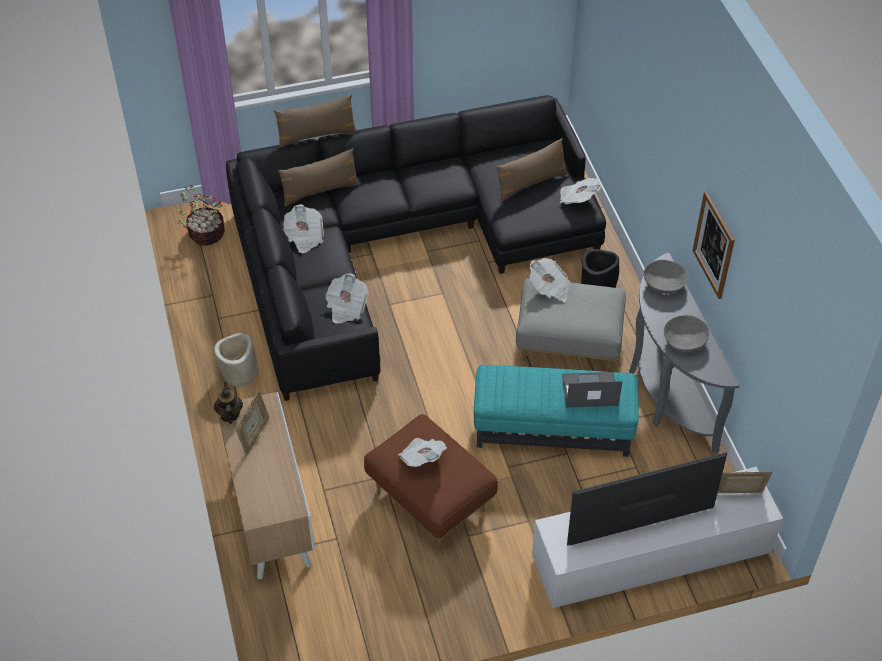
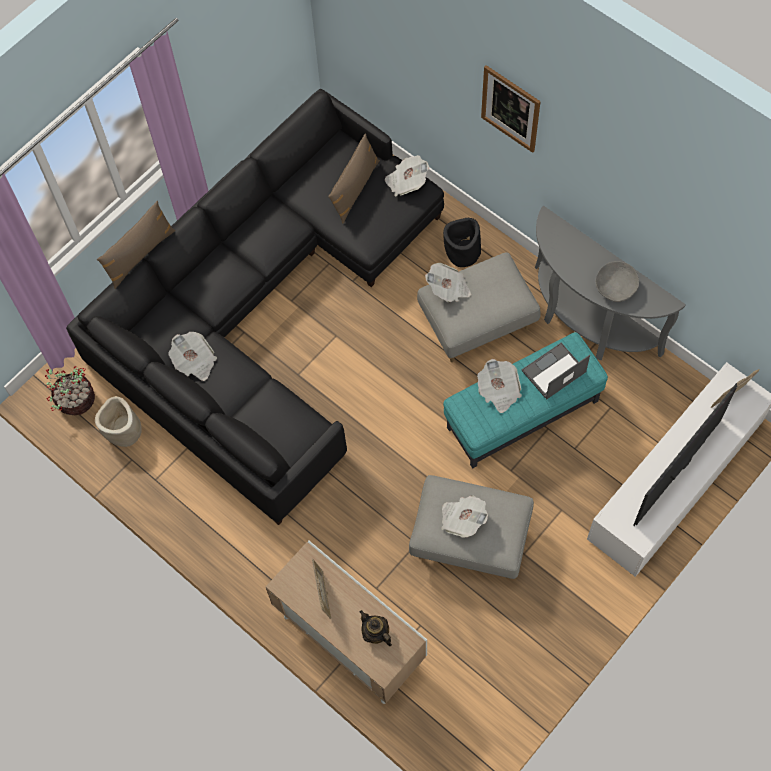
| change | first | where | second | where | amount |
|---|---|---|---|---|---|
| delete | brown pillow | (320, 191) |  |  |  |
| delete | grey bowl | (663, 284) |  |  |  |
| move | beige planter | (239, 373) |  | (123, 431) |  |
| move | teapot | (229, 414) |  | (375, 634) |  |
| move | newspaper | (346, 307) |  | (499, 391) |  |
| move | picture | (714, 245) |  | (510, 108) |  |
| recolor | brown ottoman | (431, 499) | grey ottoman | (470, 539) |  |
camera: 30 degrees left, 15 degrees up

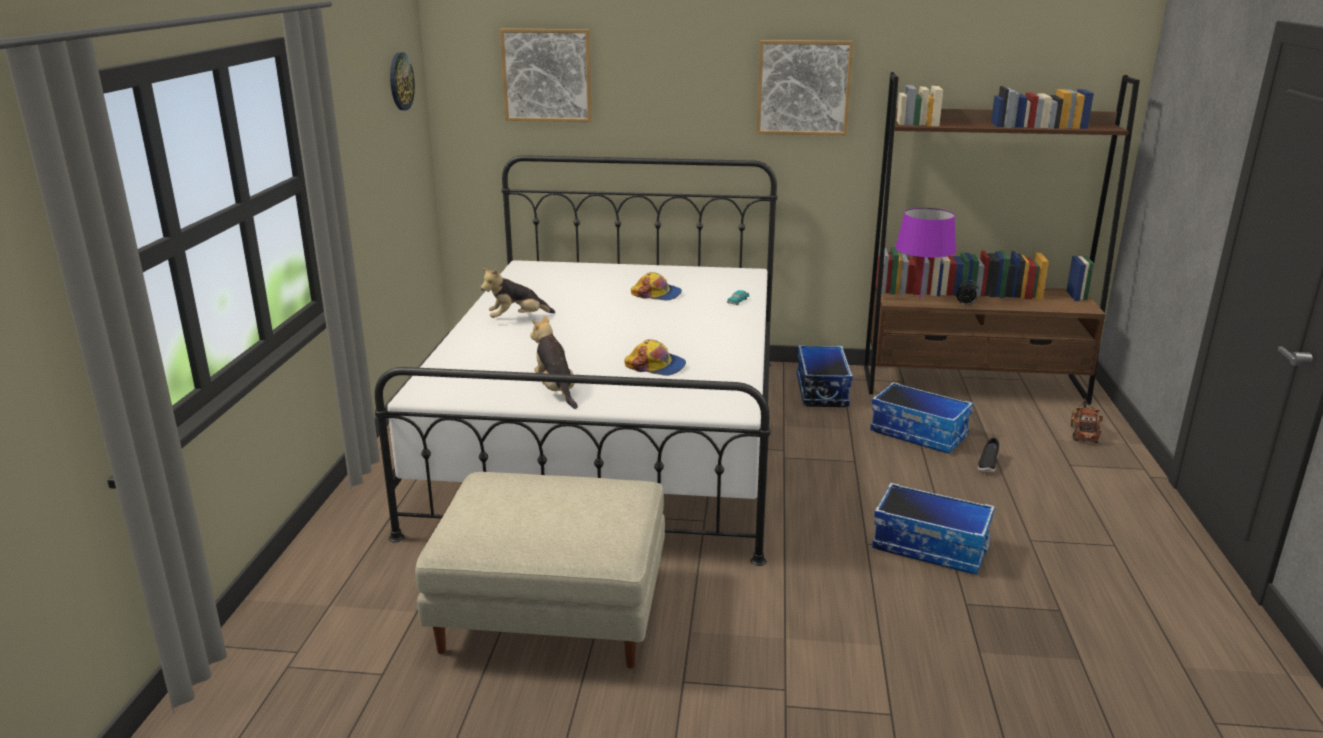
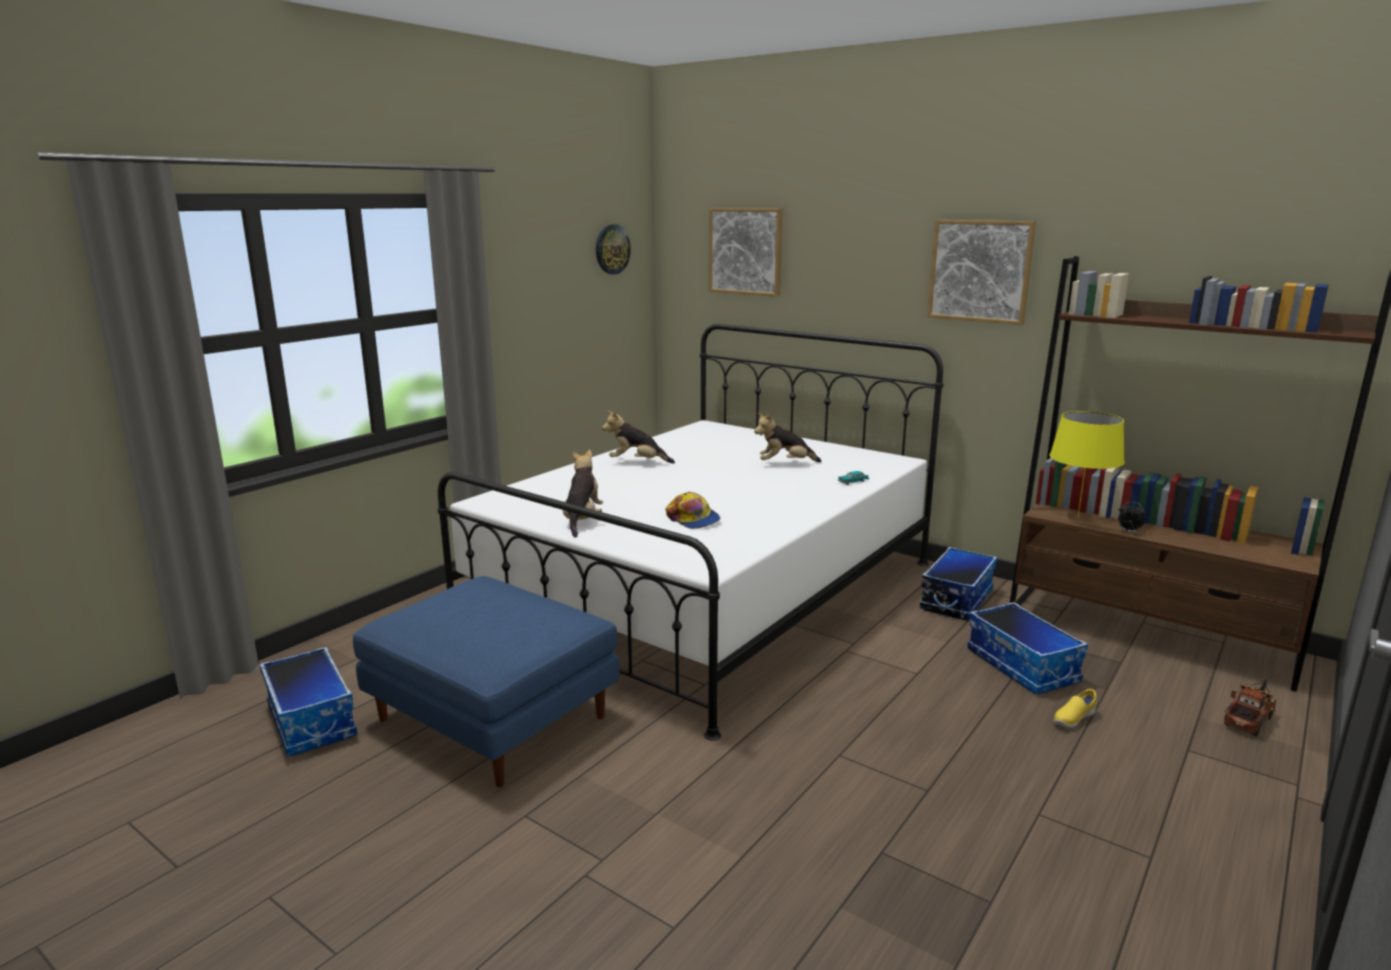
| change | first | where | second | where | amount |
|---|---|---|---|---|---|
| move | storage box | (931, 547) |  | (313, 720) |  |
| replace | cap | (657, 294) | plush toy | (785, 464) |  |
| recolor | beige ottoman | (554, 612) | blue ottoman | (495, 719) |  |
| recolor | purple table lamp | (919, 299) | yellow table lamp | (1077, 517) |  |
| recolor | black shoe | (987, 465) | yellow shoe | (1073, 719) |  |
camera: 30 degrees right, 5 degrees down

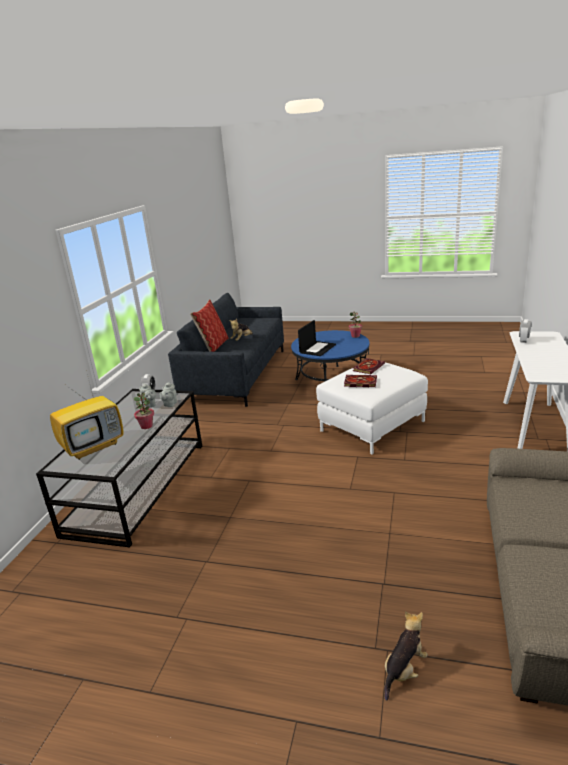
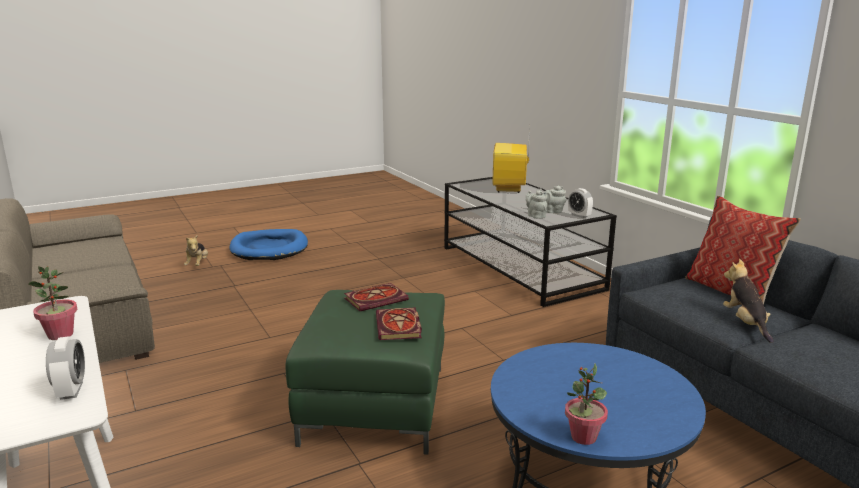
| change | first | where | second | where | amount |
|---|---|---|---|---|---|
| delete | laptop | (317, 348) |  |  |  |
| insert |  |  | blue dog bed | (269, 248) |  |
| move | potted plant | (146, 426) |  | (60, 335) |  |
| recolor | white ottoman | (372, 426) | green ottoman | (374, 404) |  |
camera: 135 degrees right, 5 degrees down

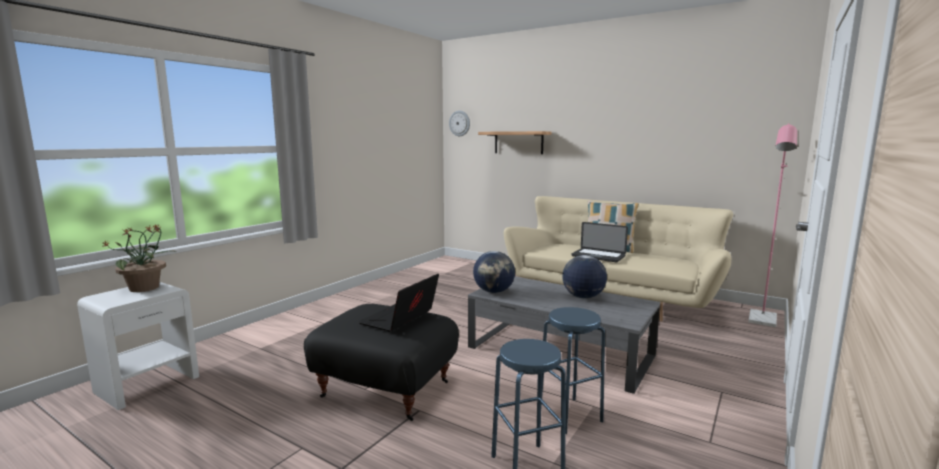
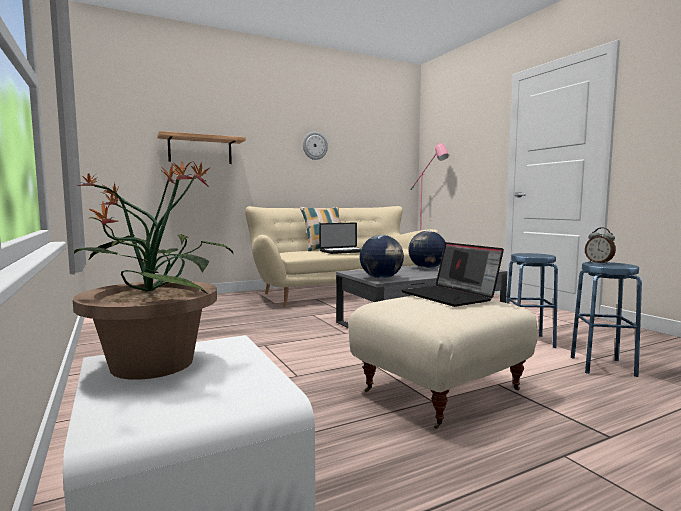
| change | first | where | second | where | amount |
|---|---|---|---|---|---|
| insert |  |  | alarm clock | (599, 262) |  |
| move | wall clock | (459, 123) |  | (315, 145) |  |
| recolor | black ottoman | (387, 388) | beige ottoman | (440, 390) |  |
camera: 60 degrees left, 5 degrees down

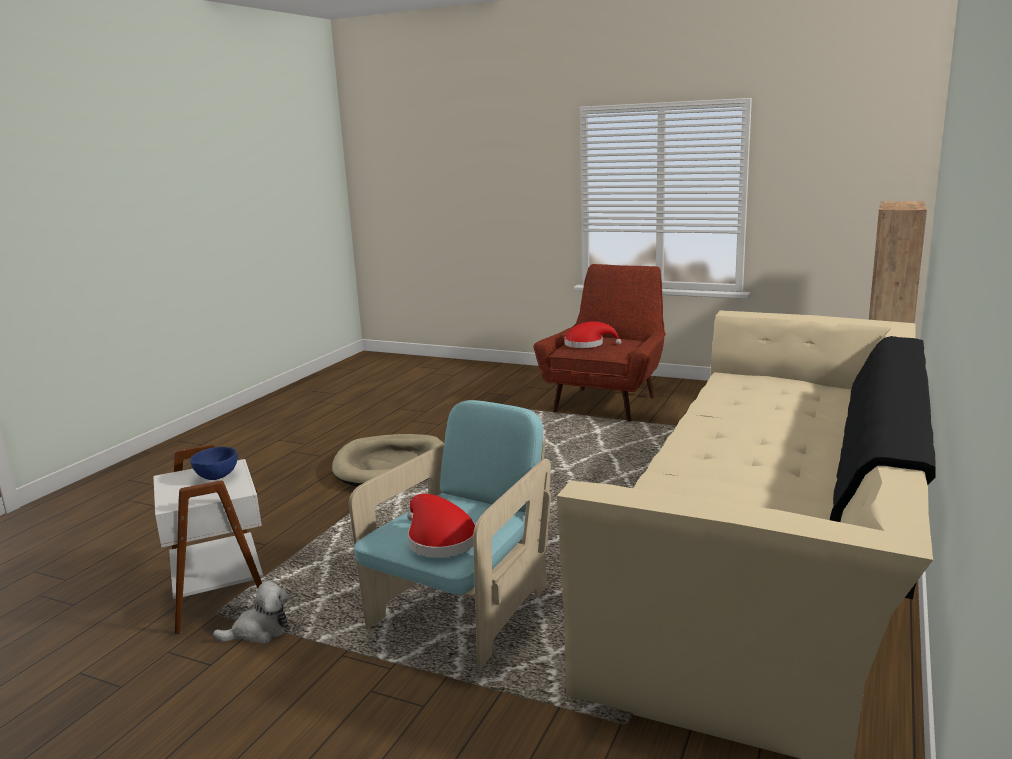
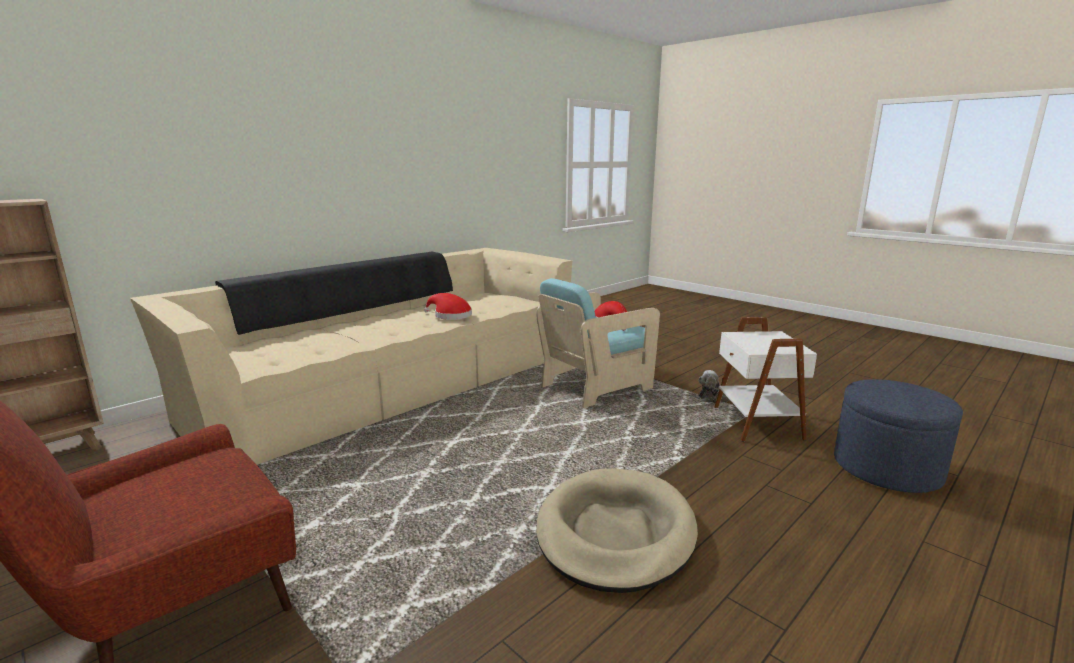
| change | first | where | second | where | amount |
|---|---|---|---|---|---|
| delete | blue bowl | (216, 476) |  |  |  |
| insert |  |  | blue ottoman | (886, 468) |  |
| move | red hat | (587, 344) |  | (450, 315) |  |
camera: 160 degrees left, 0 degrees up

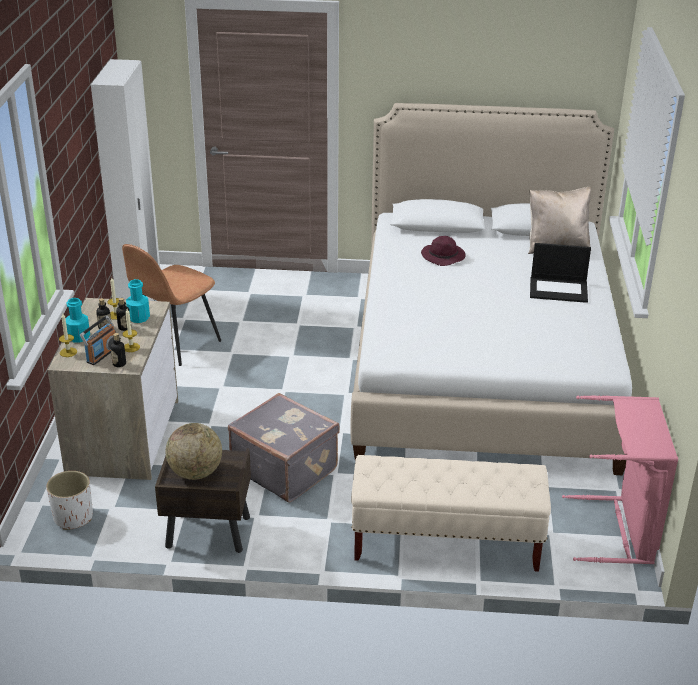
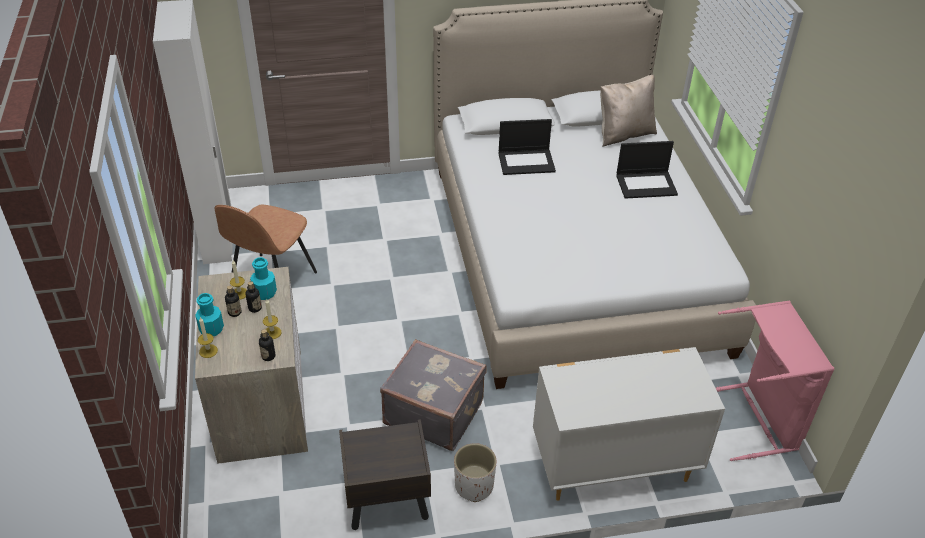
| change | first | where | second | where | amount |
|---|---|---|---|---|---|
| delete | radio | (101, 354) |  |  |  |
| delete | globe | (195, 473) |  |  |  |
| move | white planter | (73, 517) |  | (474, 486) |  |
| replace | beige bench | (445, 543) | white dresser | (612, 466) |  |
| replace | purple hat | (444, 256) | laptop | (527, 161) |  |
camera: 15 degrees left, 10 degrees up

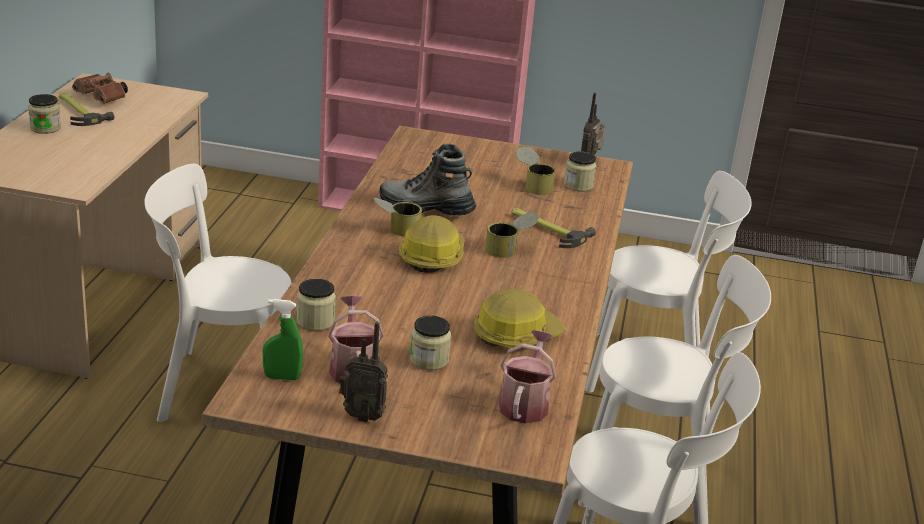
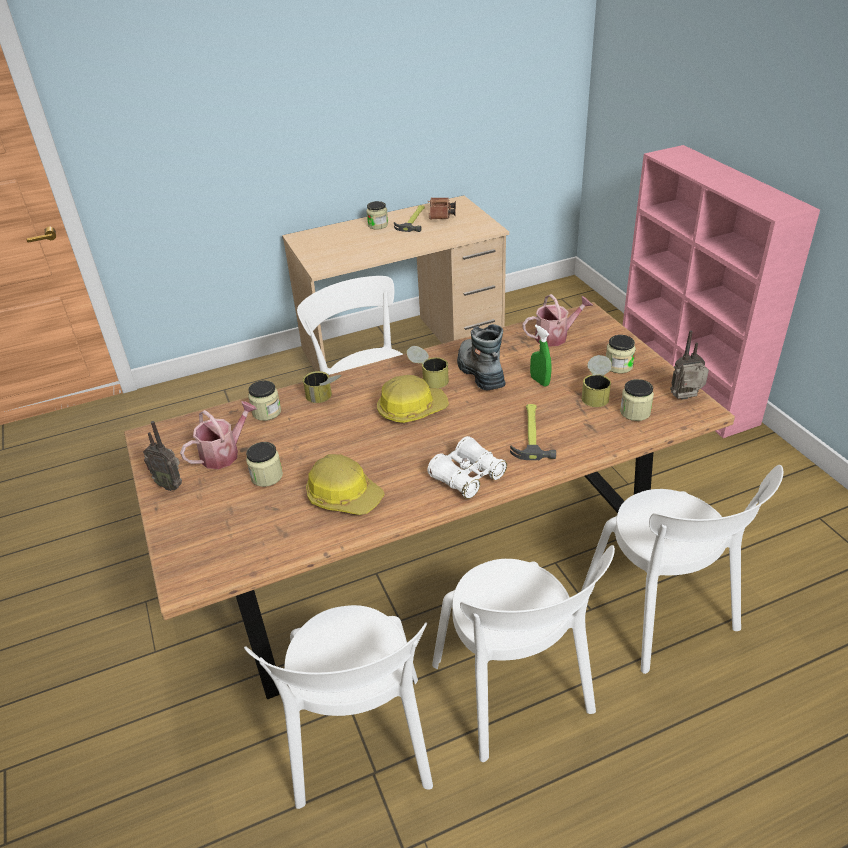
| change | first | where | second | where | amount |
|---|---|---|---|---|---|
| insert |  |  | white binoculars | (467, 476) |  |
| insert |  |  | jar | (618, 366) |  |
| move | green spray bottle | (282, 377) |  | (539, 381) |  |
| move | can | (509, 250) |  | (324, 398) |  |
| move | watering can | (525, 403) |  | (555, 336) |  |
| rotate | radio | (362, 415) |  | (170, 485) | 45 degrees counterclockwise |
camera: 60 degrees right, 10 degrees up

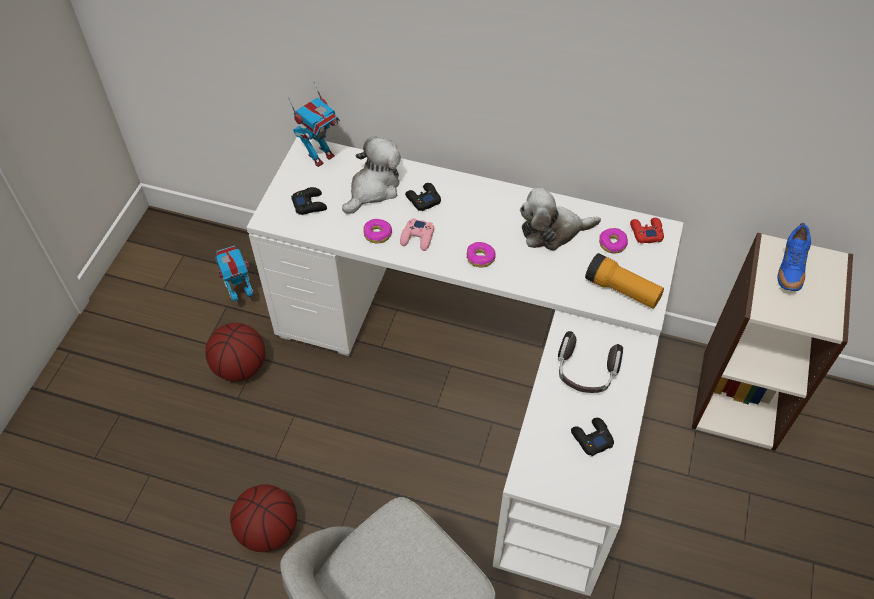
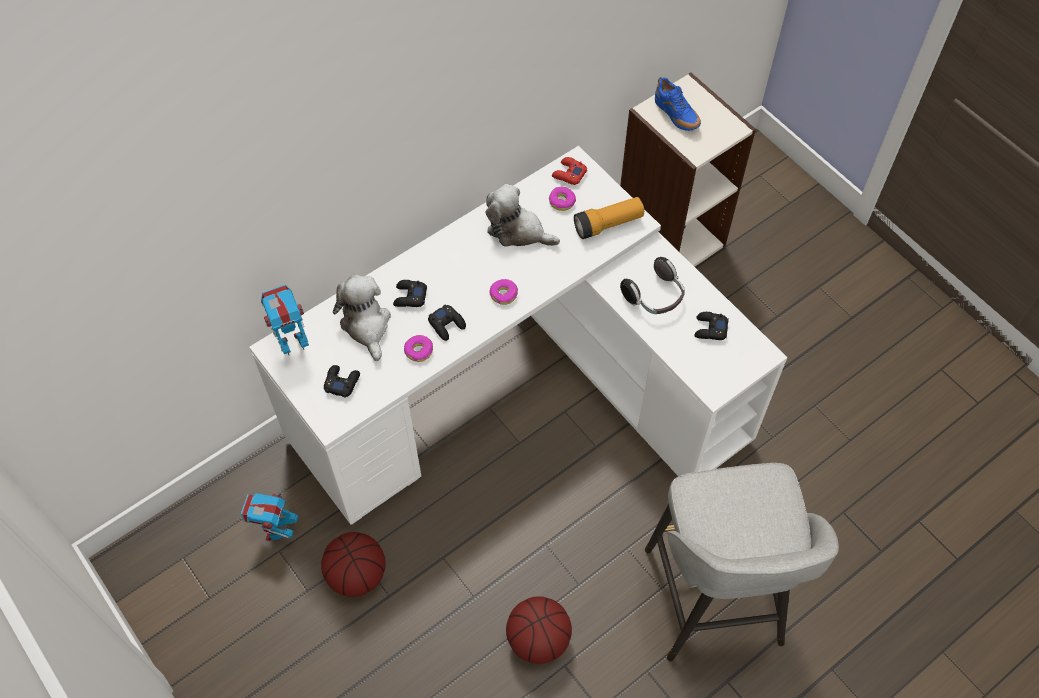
| change | first | where | second | where | amount |
|---|---|---|---|---|---|
| recolor | pink game controller | (418, 237) | black game controller | (447, 324) |  |
| rotate | toy robot | (320, 156) |  | (293, 343) | 105 degrees counterclockwise |
| rotate | plush toy | (552, 231) |  | (518, 230) | 90 degrees clockwise |
camera: 55 degrees left, 5 degrees up

